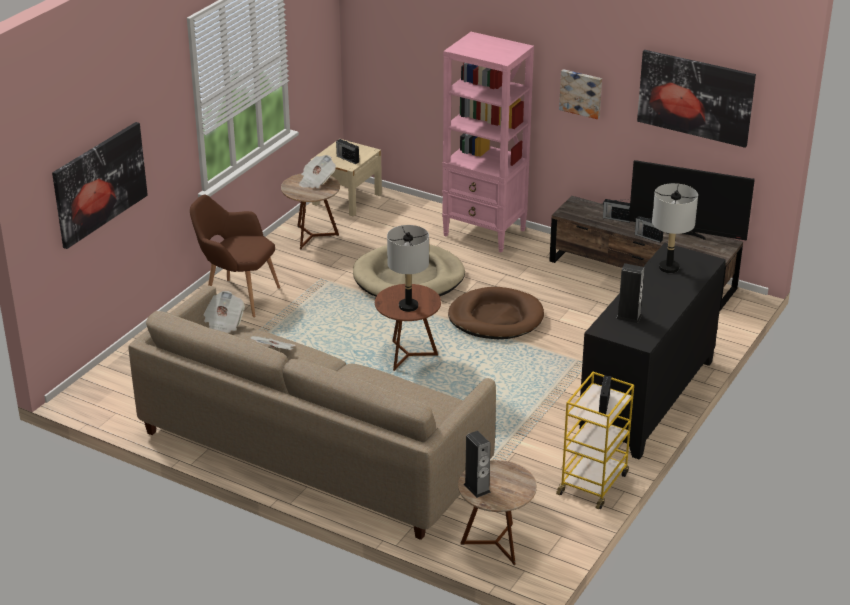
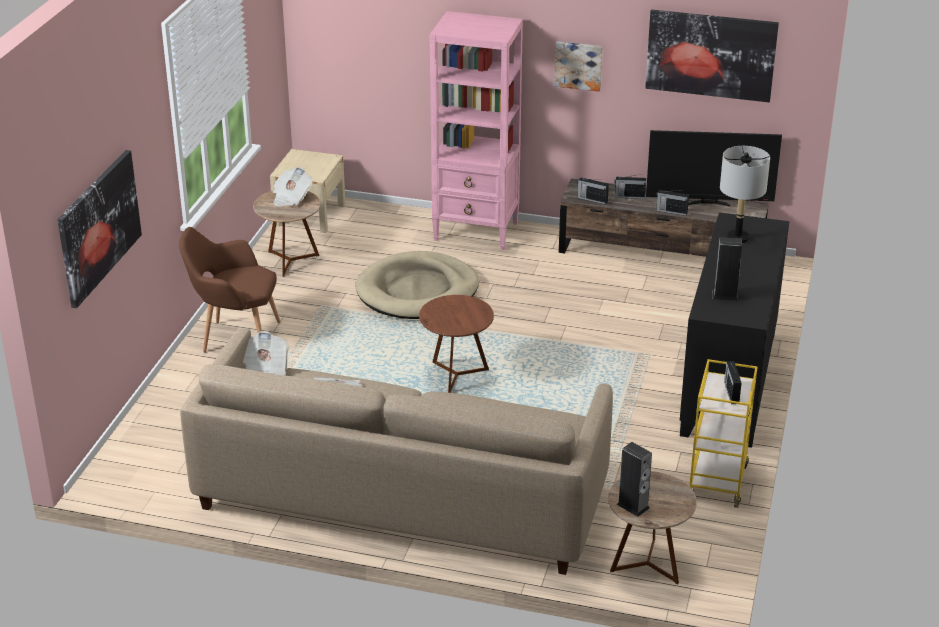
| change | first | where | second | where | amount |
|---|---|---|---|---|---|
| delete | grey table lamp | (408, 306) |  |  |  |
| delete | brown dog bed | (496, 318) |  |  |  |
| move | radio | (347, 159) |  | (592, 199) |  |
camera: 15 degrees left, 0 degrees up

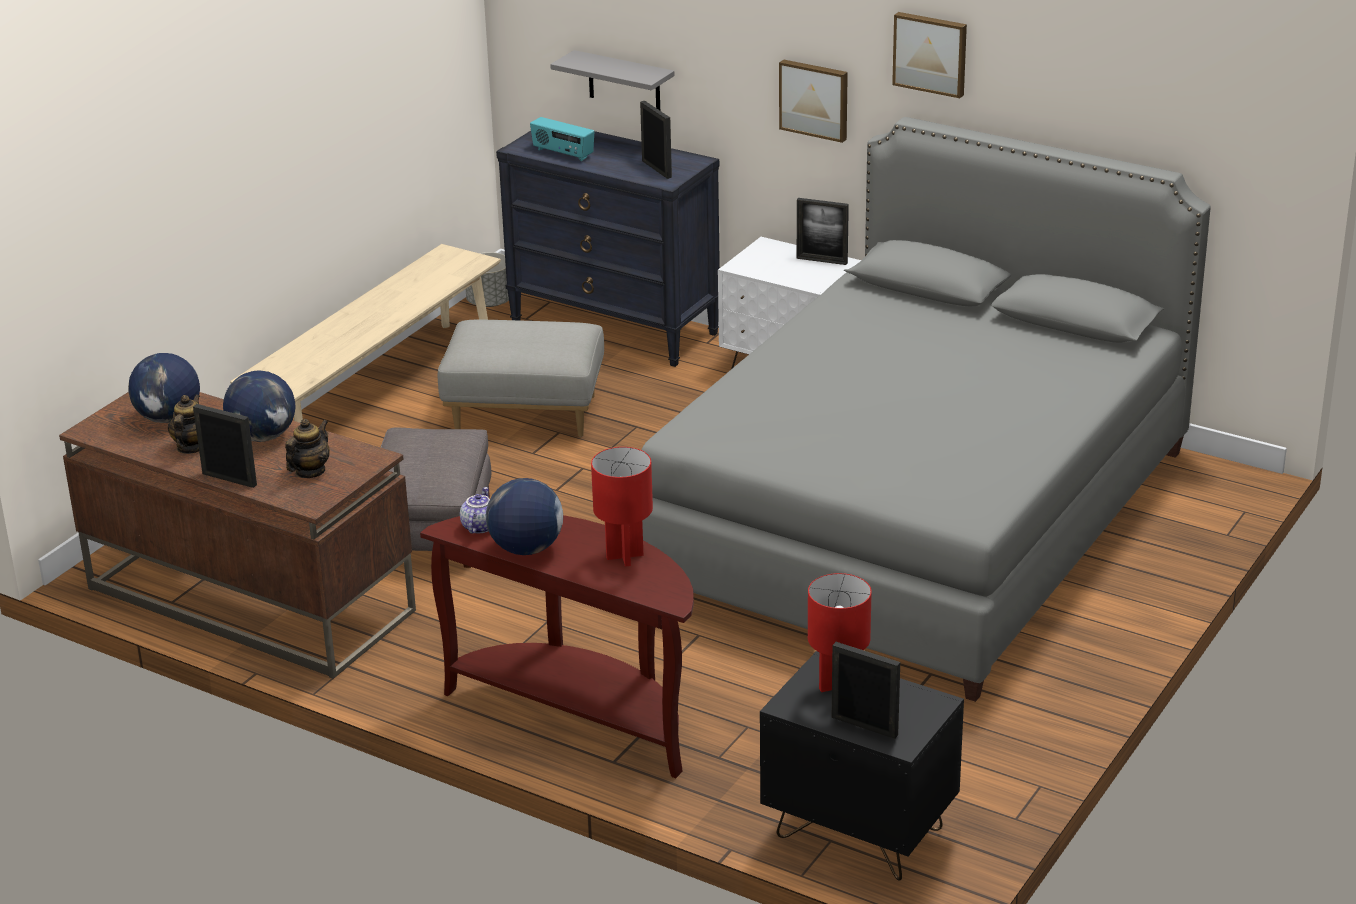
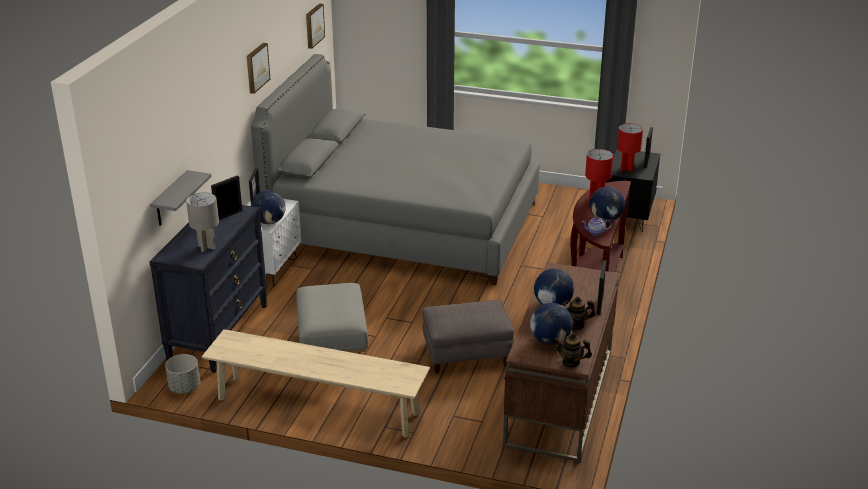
| change | first | where | second | where | amount |
|---|---|---|---|---|---|
| insert |  |  | globe | (269, 222) |  |
| move | teapot | (310, 471) |  | (571, 362) |  |
| move | picture | (815, 99) |  | (313, 25) |  |
| replace | radio | (562, 154) | grey table lamp | (206, 247) |  |
camera: 105 degrees left, 0 degrees up

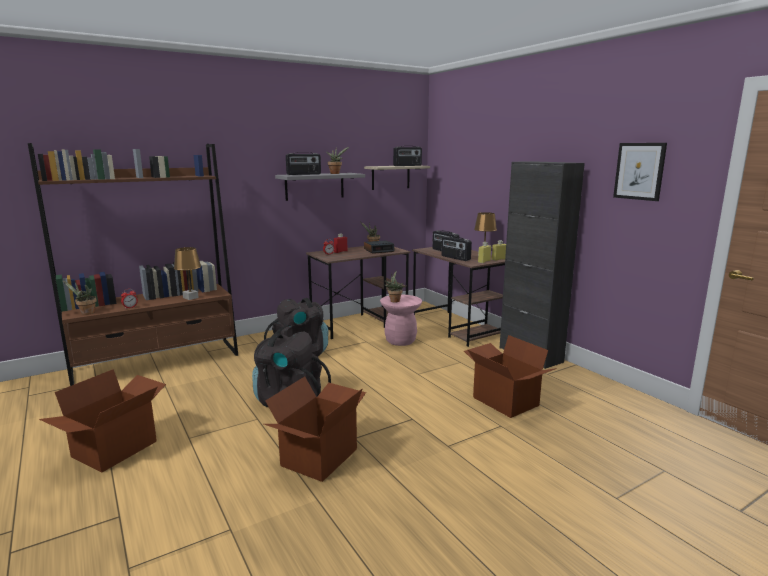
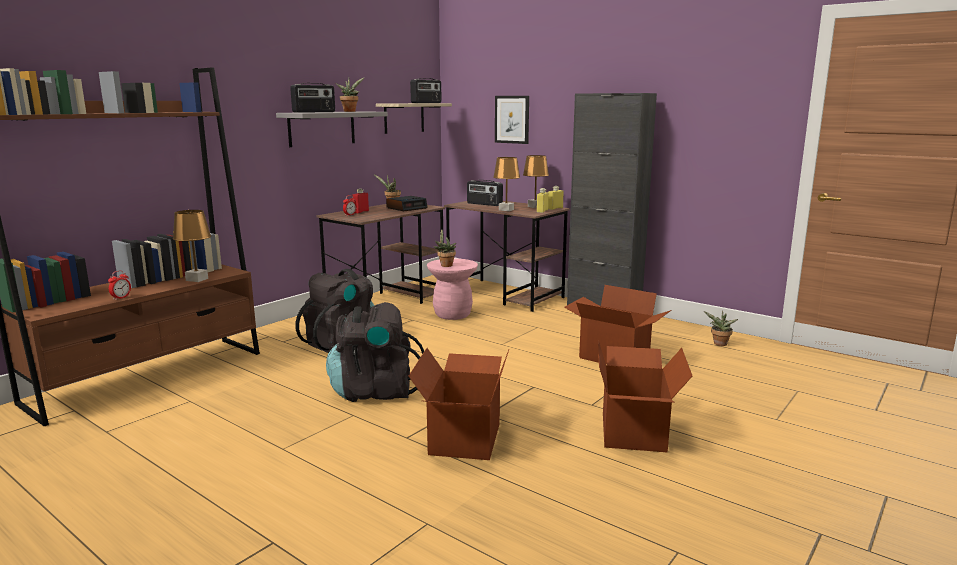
| change | first | where | second | where | amount |
|---|---|---|---|---|---|
| move | cardboard box | (115, 450) |  | (635, 432) |  |
| move | potted plant | (86, 313) |  | (719, 344) |  |
| move | picture | (639, 171) |  | (512, 119) |  |
| replace | radio | (455, 258) | brown table lamp | (506, 210) |  |
camera: 20 degrees left, 0 degrees up

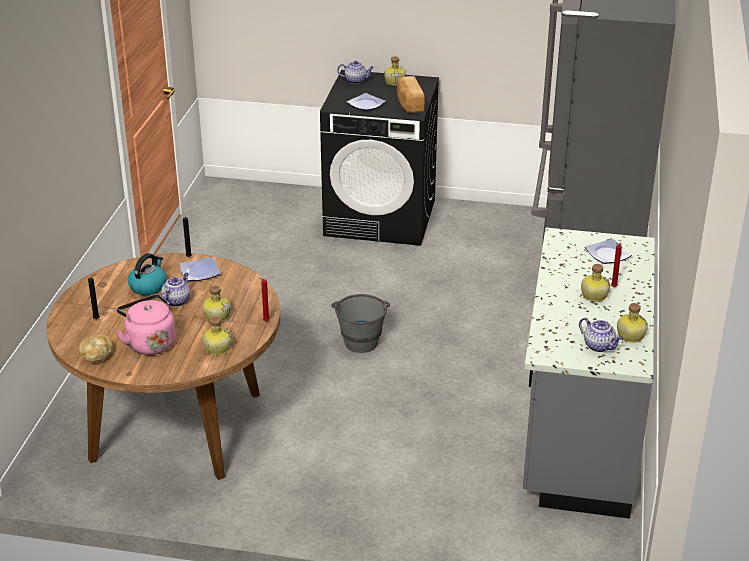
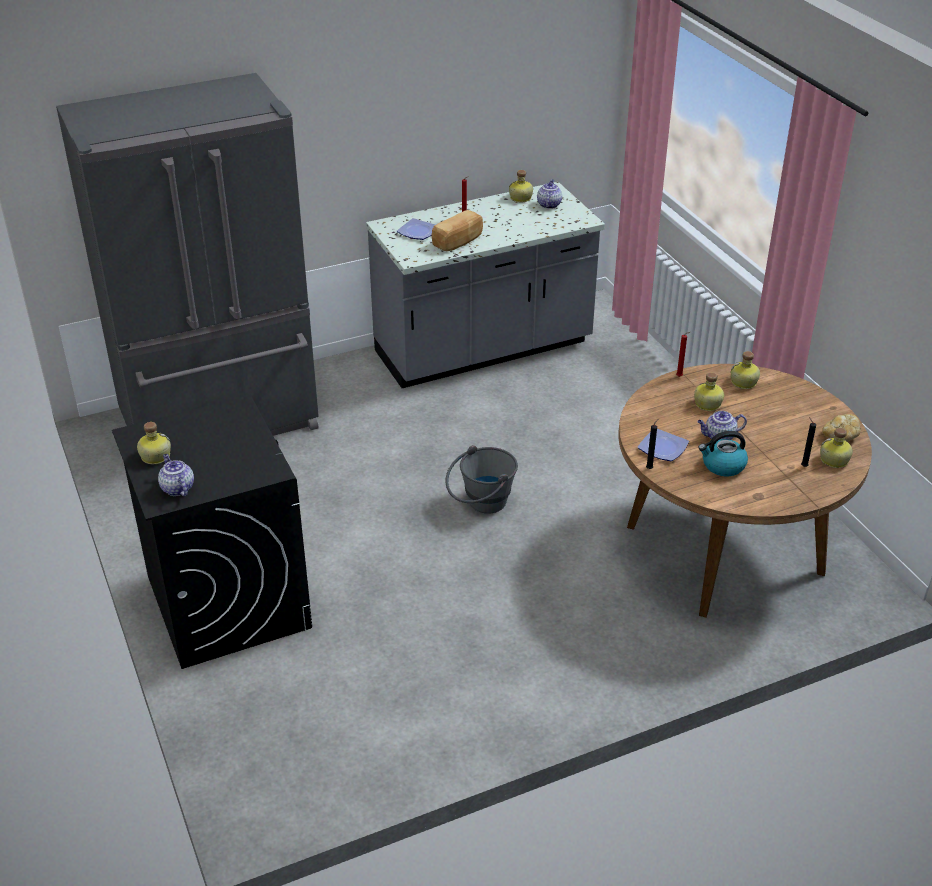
| change | first | where | second | where | amount |
|---|---|---|---|---|---|
| delete | pink kettle | (149, 343) |  |  |  |
| delete | plate | (365, 104) |  |  |  |
| move | bread | (409, 104) |  | (458, 241) |  |
| move | bottle | (593, 295) |  | (834, 461) |  |
camera: 125 degrees left, 5 degrees up

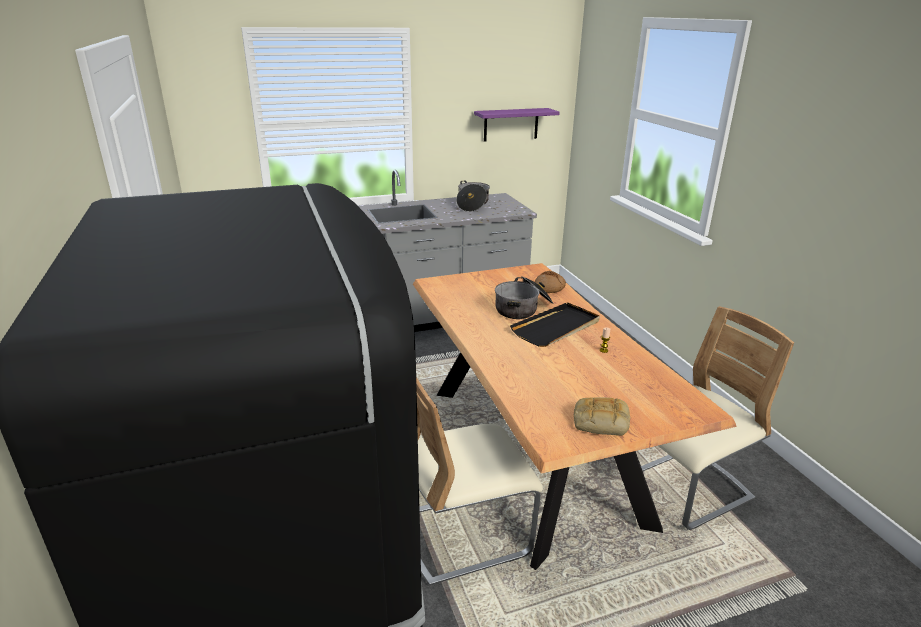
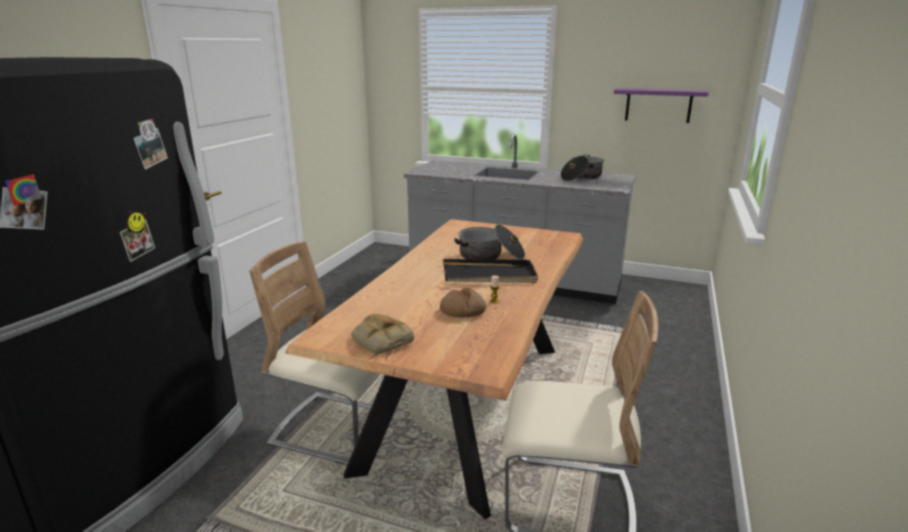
| change | first | where | second | where | amount |
|---|---|---|---|---|---|
| move | bread | (549, 288) |  | (462, 311) |  |
camera: 40 degrees right, 5 degrees down

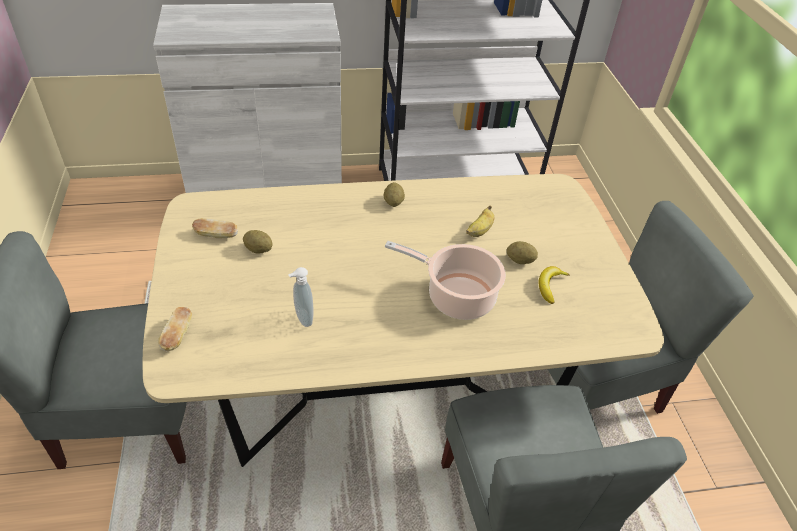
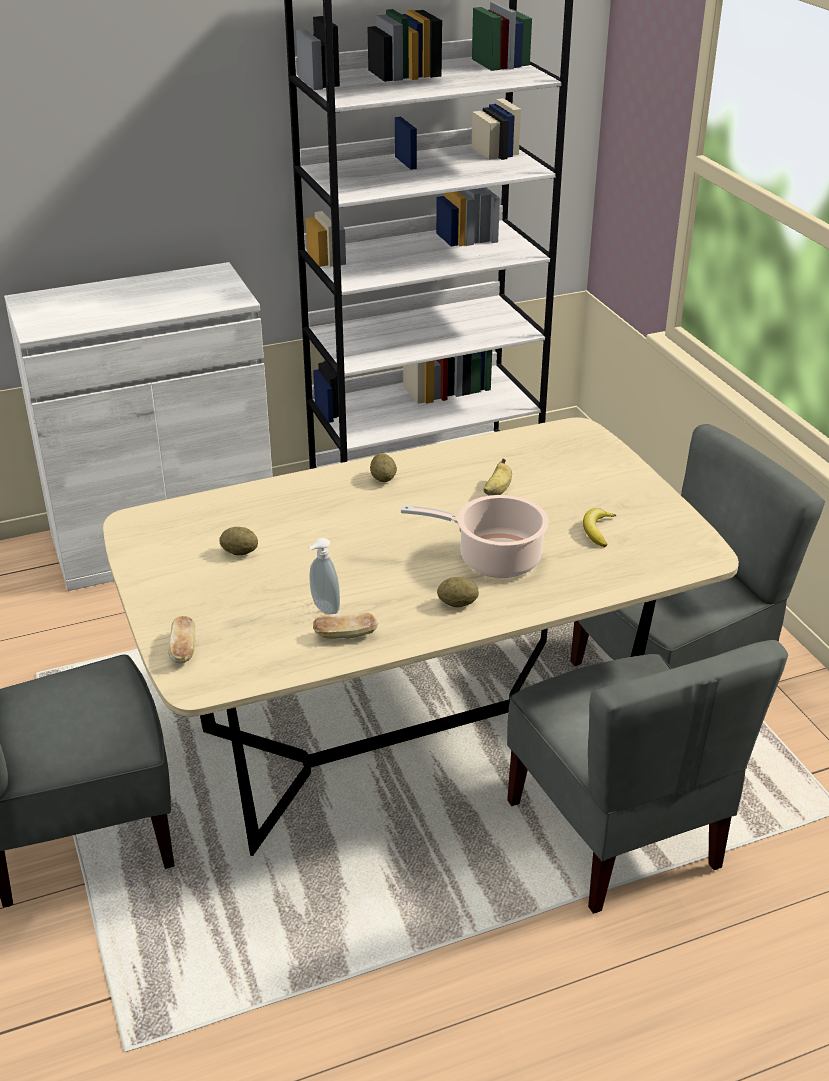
| change | first | where | second | where | amount |
|---|---|---|---|---|---|
| move | bread | (216, 235) |  | (346, 636) |  |
| move | potato | (520, 260) |  | (457, 603) |  |
camera: 10 degrees left, 10 degrees down

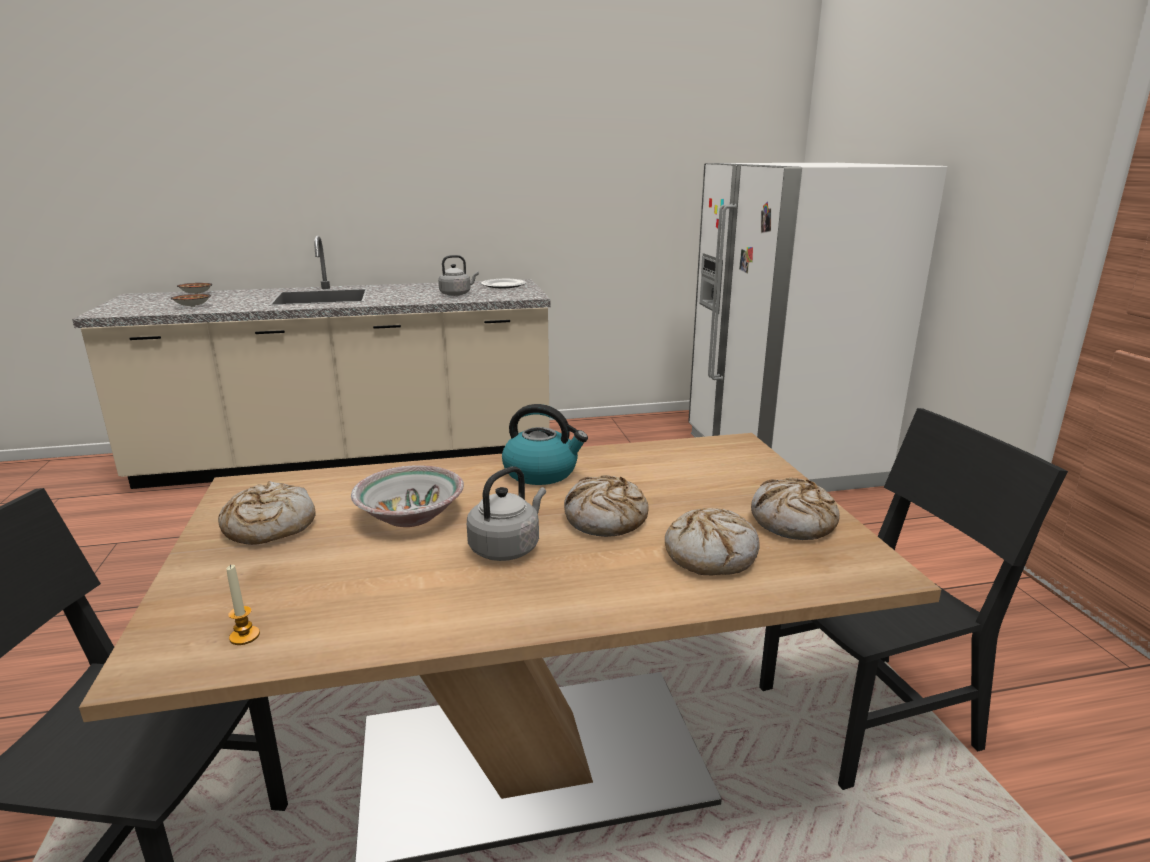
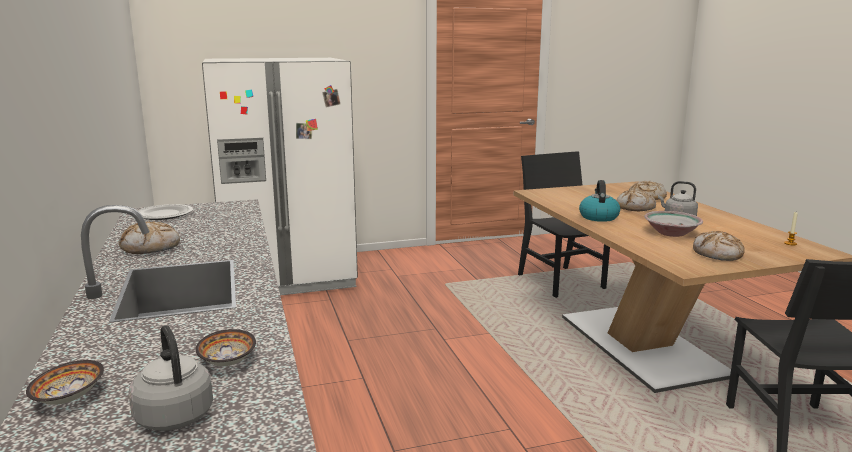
| change | first | where | second | where | amount |
|---|---|---|---|---|---|
| move | grey kettle | (457, 294) |  | (174, 414) |  |
| move | bread | (793, 522) |  | (151, 247) |  |
camera: 95 degrees left, 5 degrees down

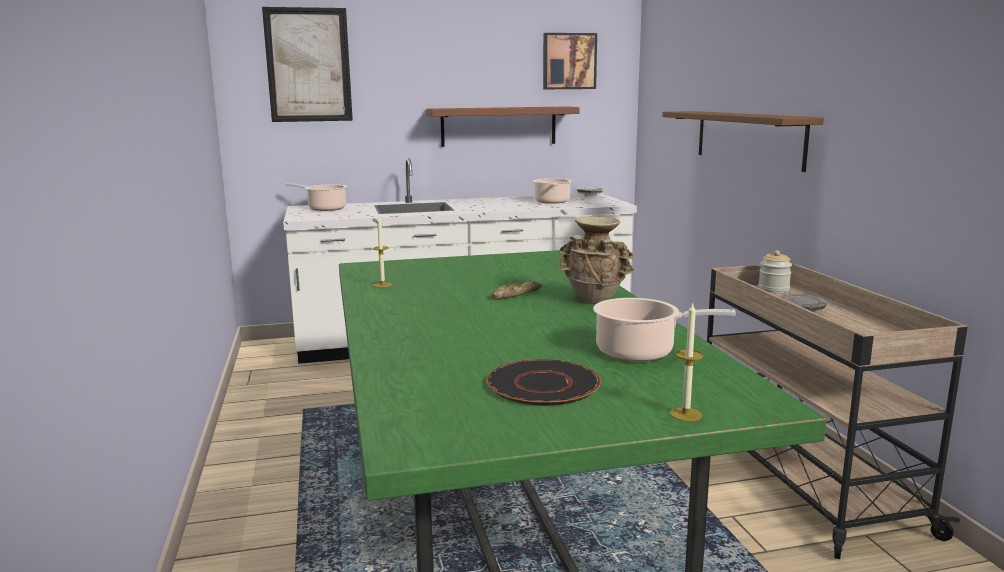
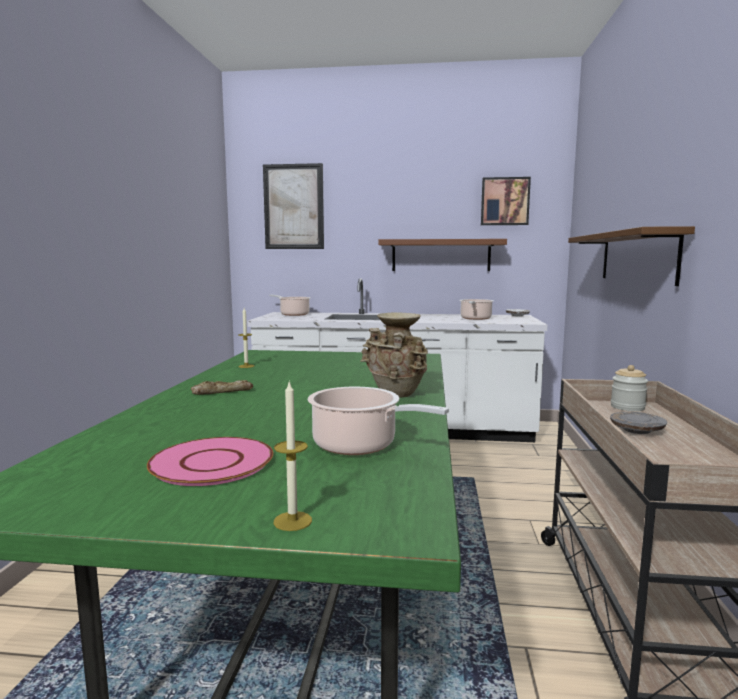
| change | first | where | second | where | amount |
|---|---|---|---|---|---|
| move | bread | (516, 294) |  | (222, 392) |  |
| recolor | black plate | (543, 384) | pink plate | (211, 463) |  |
camera: 20 degrees right, 5 degrees down

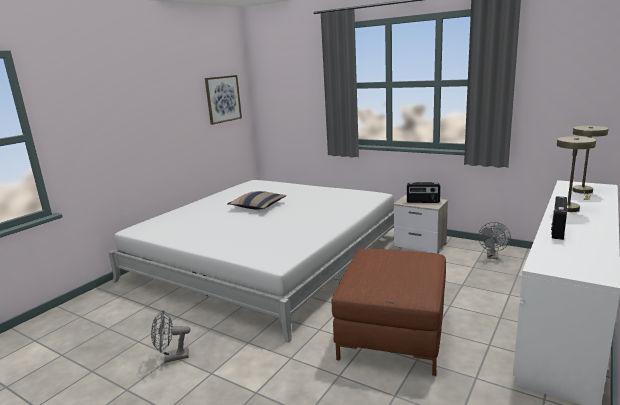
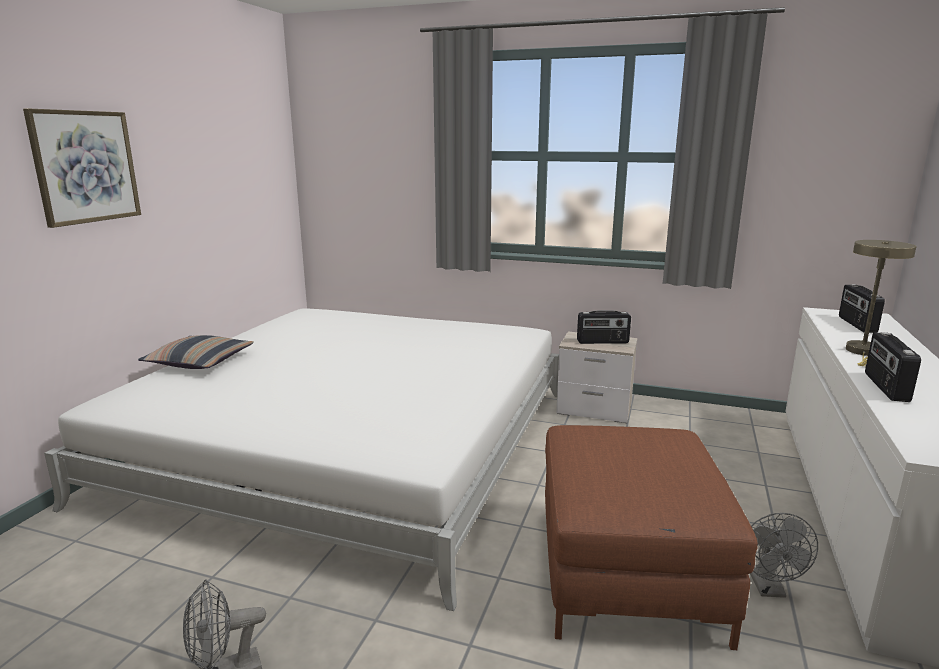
| change | first | where | second | where | amount |
|---|---|---|---|---|---|
| move | picture | (223, 99) |  | (85, 167) |  |
| move | pillow | (258, 206) |  | (200, 362) |  |
| move | grey fan | (492, 256) |  | (769, 588) |  |
| replace | beige table lamp | (583, 192) | radio | (856, 324) |  |
camera: 15 degrees left, 0 degrees up

